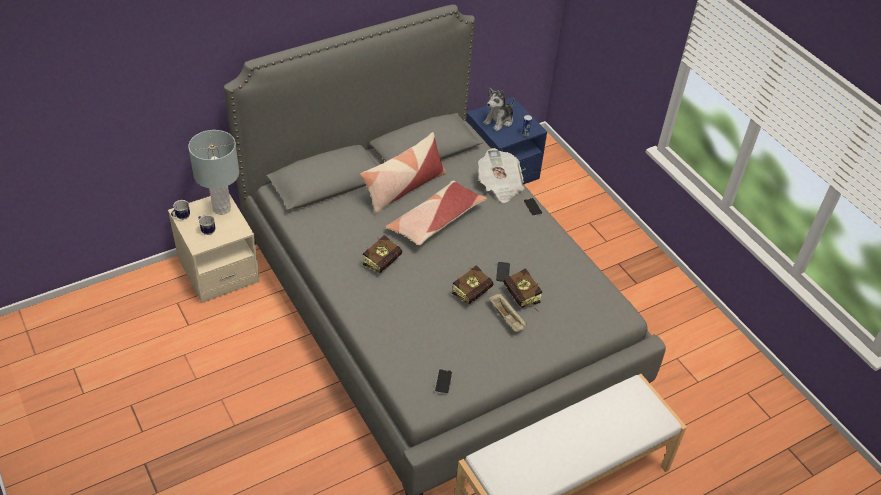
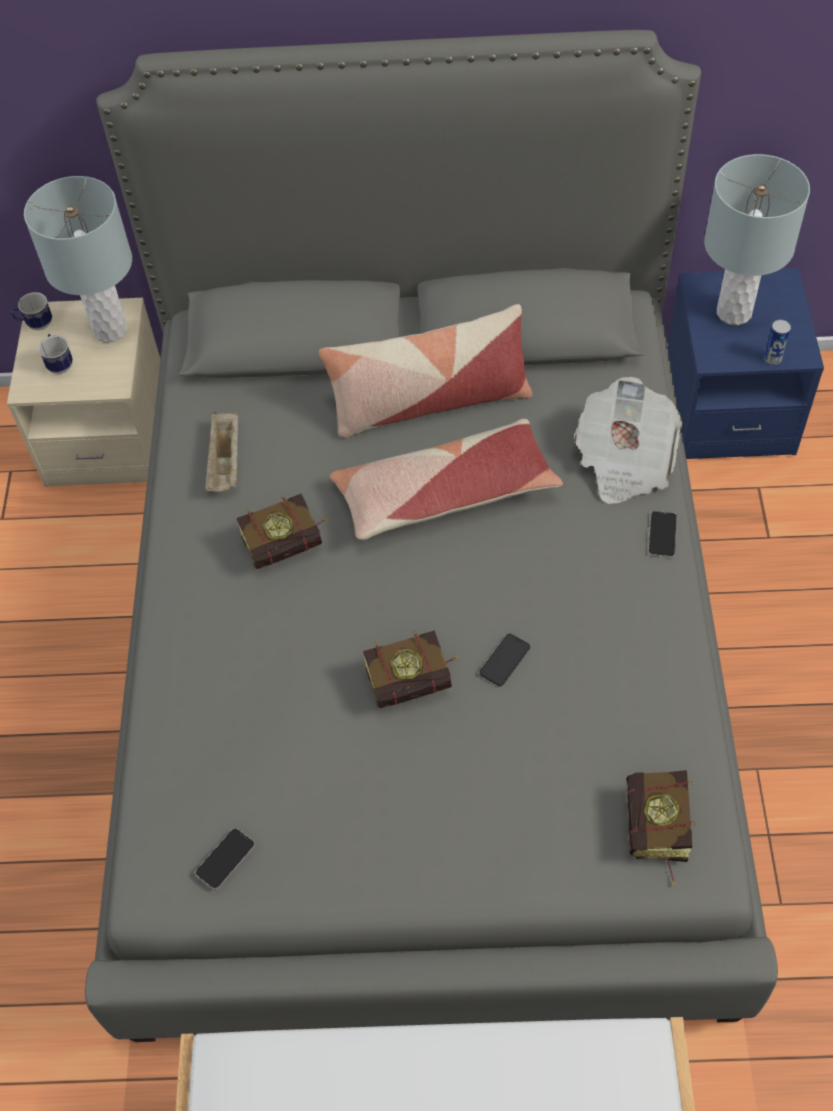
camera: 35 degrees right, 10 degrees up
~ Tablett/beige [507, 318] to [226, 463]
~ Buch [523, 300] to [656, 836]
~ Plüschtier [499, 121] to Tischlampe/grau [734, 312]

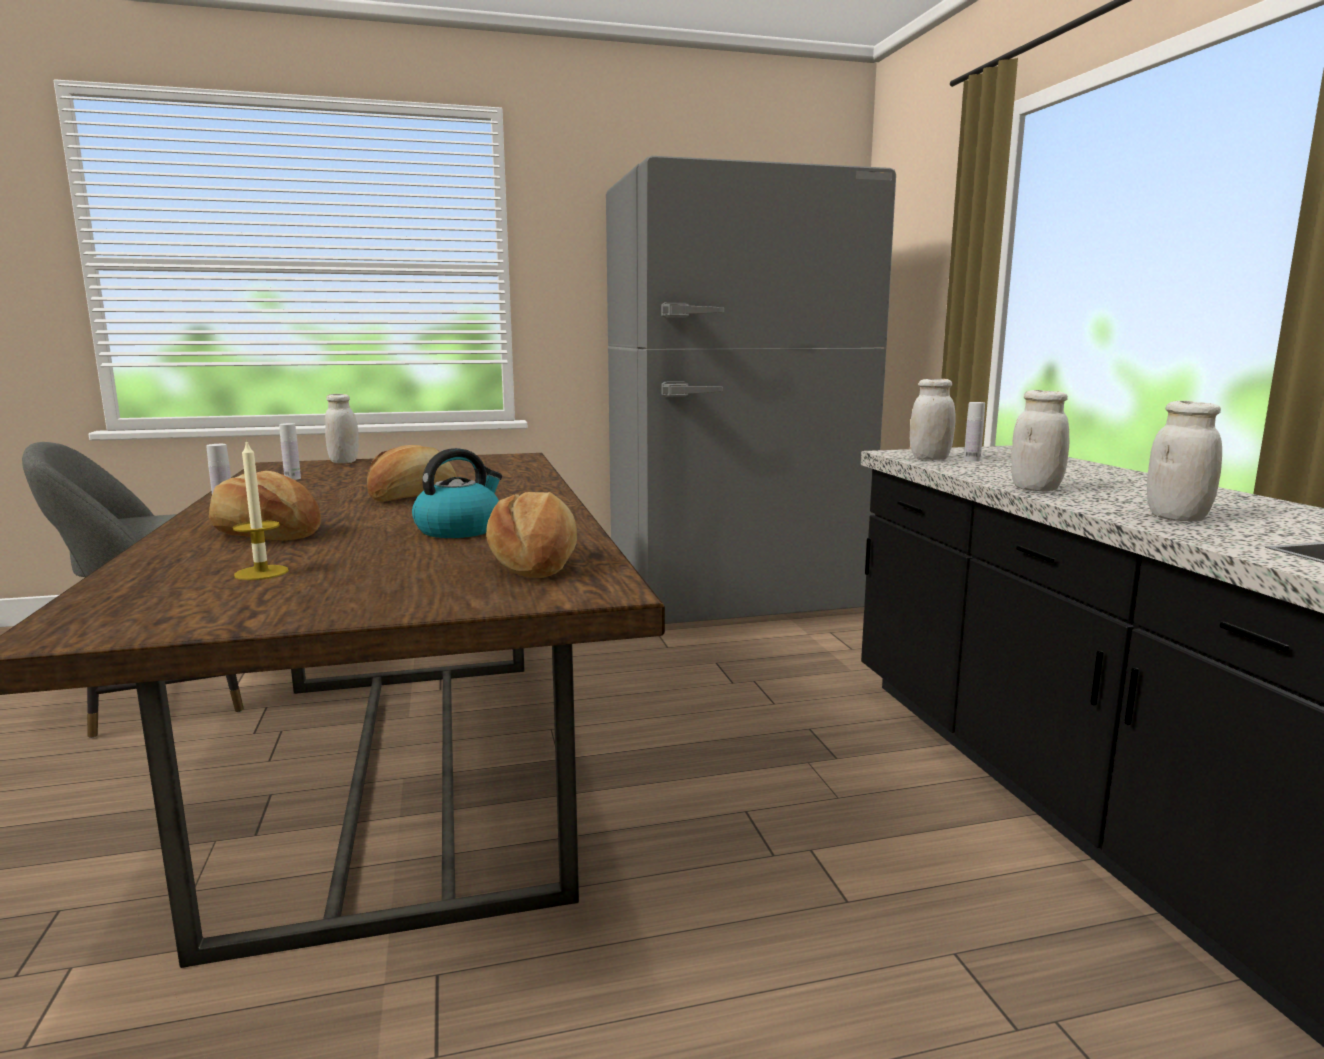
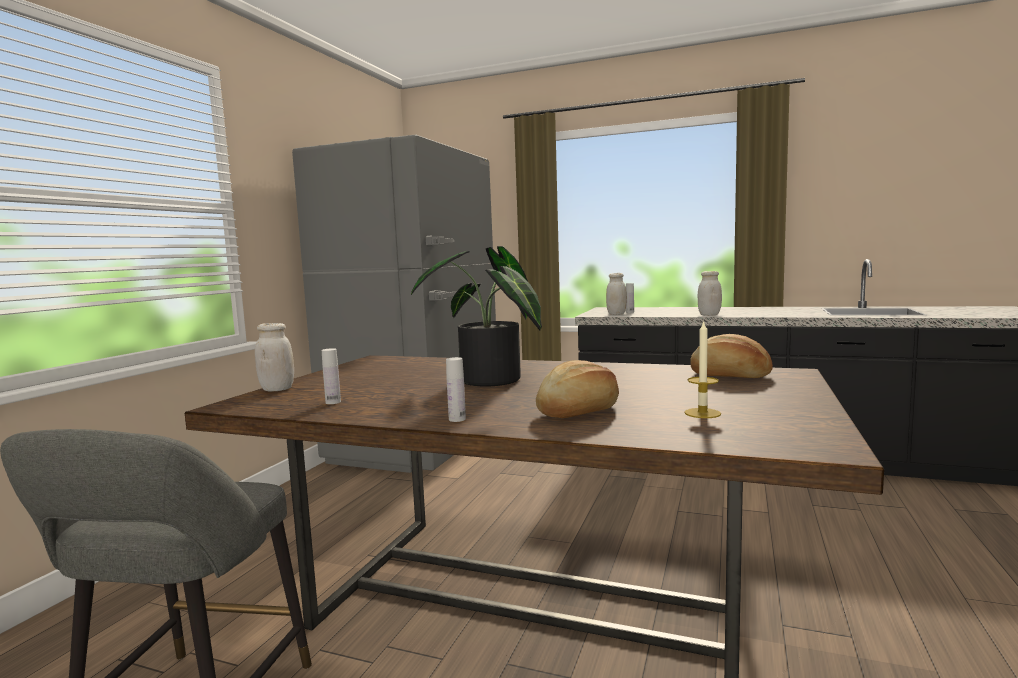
camera: 55 degrees left, 5 degrees down
- Wasserkessel [459, 530]
- Vorratsglas/weiß [1177, 517]
~ Brot [412, 496] to Topfpflanze [491, 382]

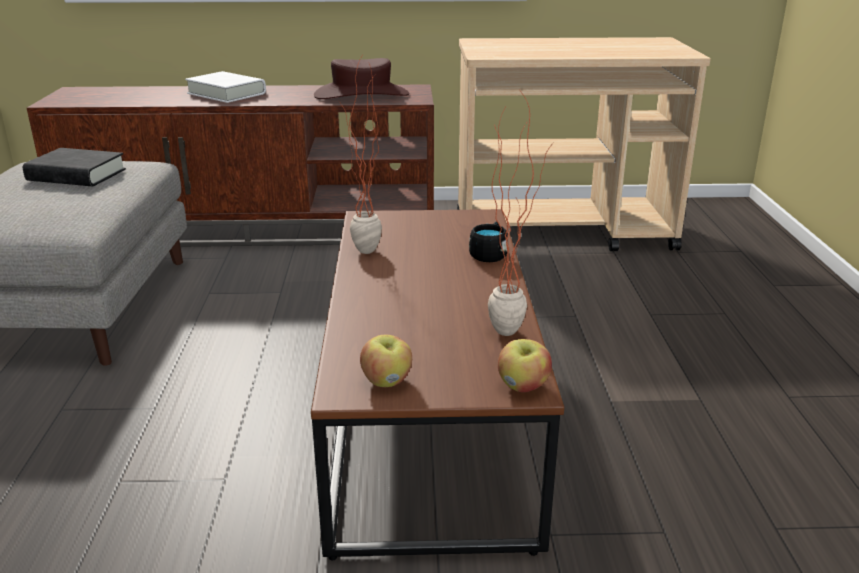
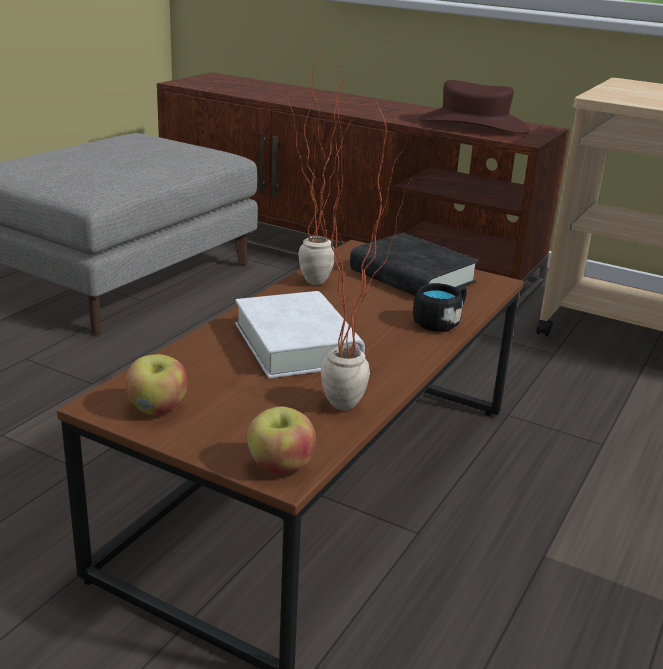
camera: 30 degrees right, 0 degrees up
~ Buch/schwarz [76, 175] to [412, 276]
~ Buch/weiß [226, 93] to [297, 344]

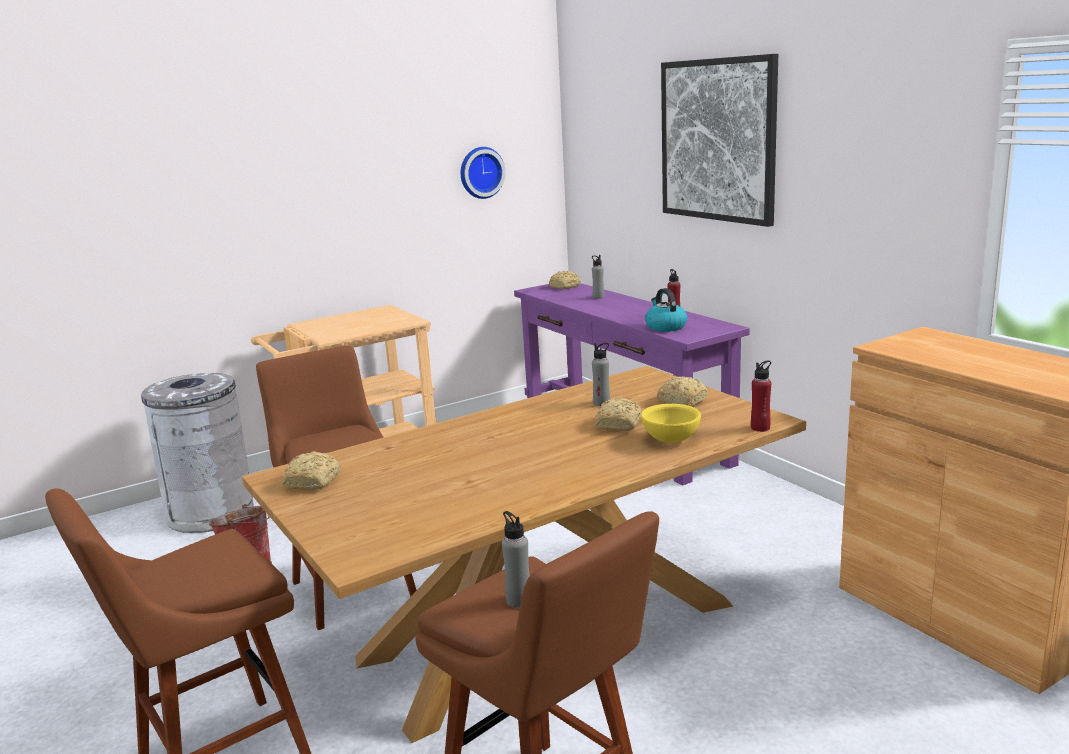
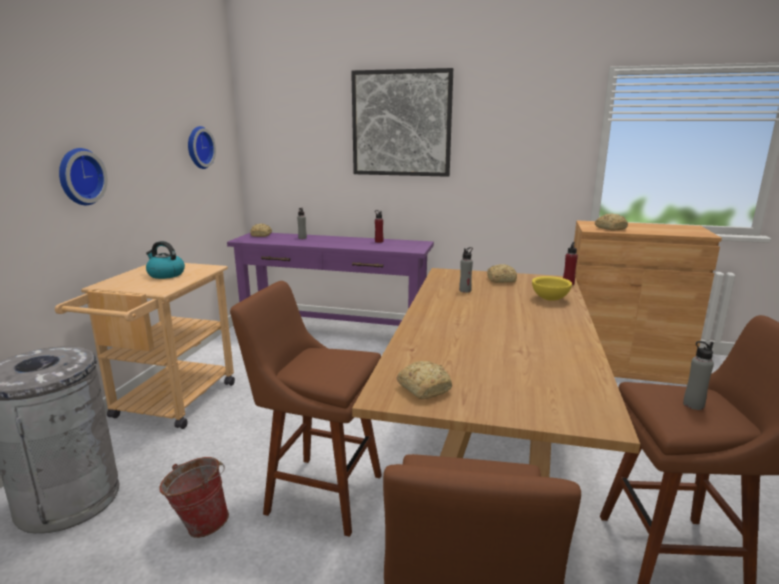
camera: 45 degrees left, 0 degrees up
+ Wanduhr [79, 176]
~ Brot [620, 424] to [610, 228]
~ Wasserkessel [665, 327] to [165, 274]

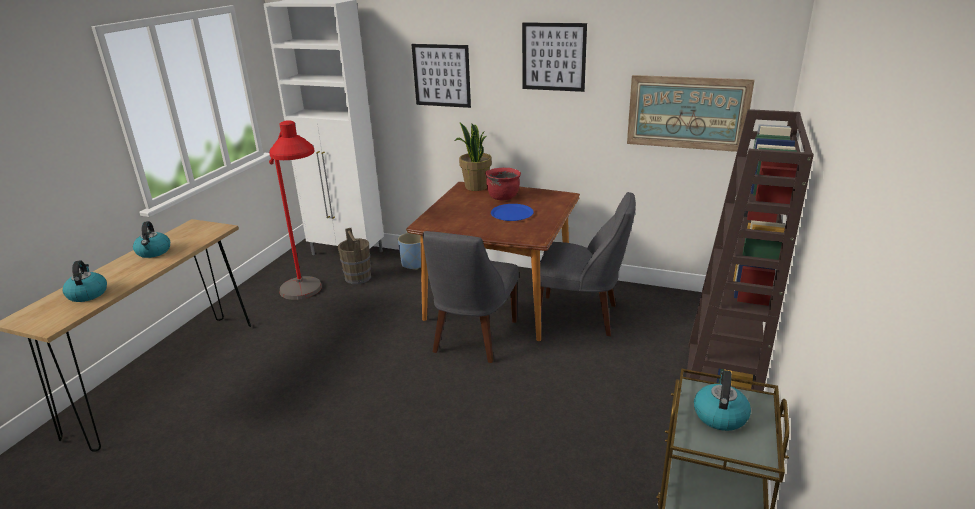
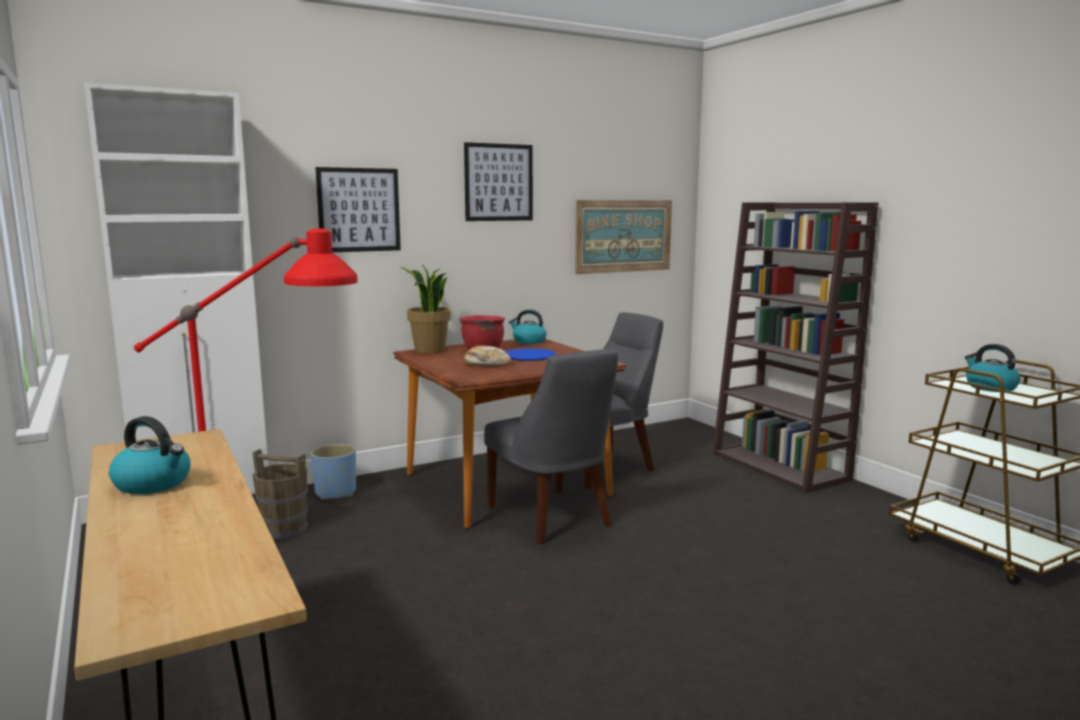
camera: 50 degrees left, 15 degrees down
+ Brot [486, 364]
~ Wasserkessel [87, 294] to [528, 341]

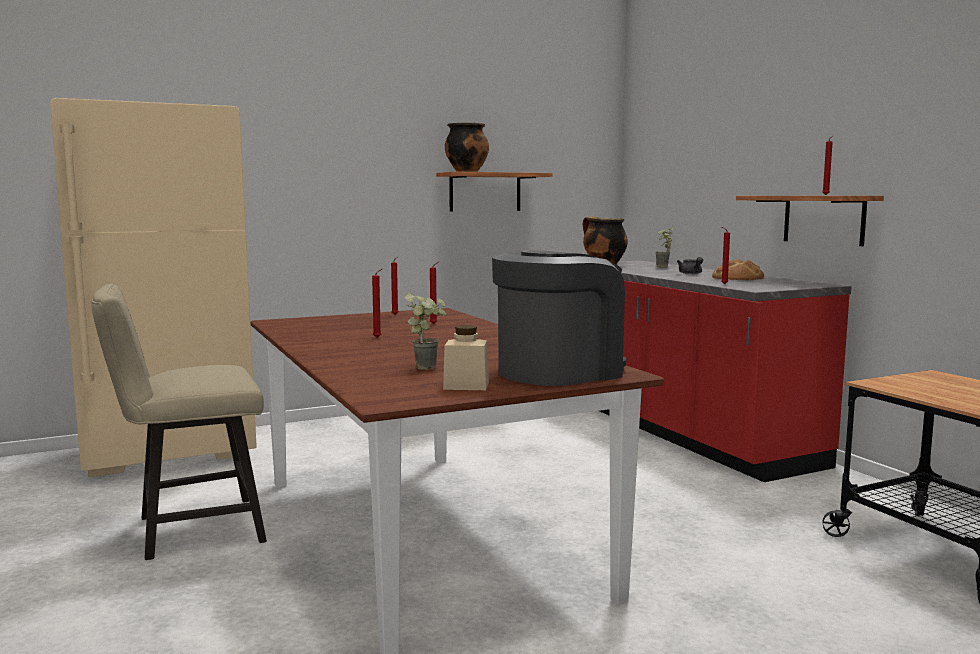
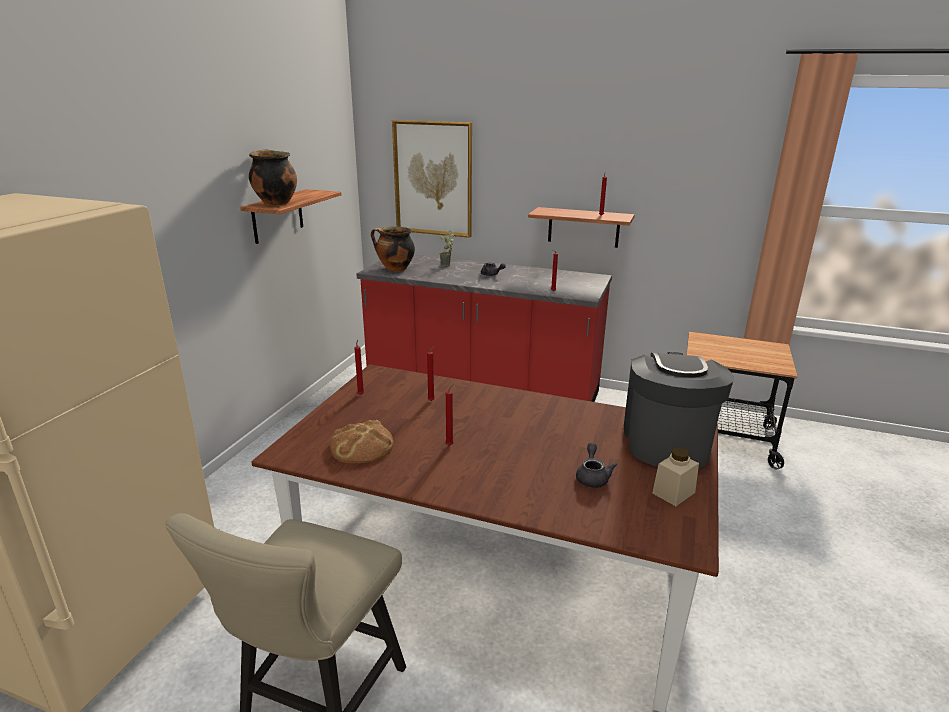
camera: 45 degrees left, 15 degrees up
+ Bild [433, 179]
~ Brot [738, 278] to [362, 446]
~ Topfpflanze [428, 367] to Teekanne/grau [592, 477]

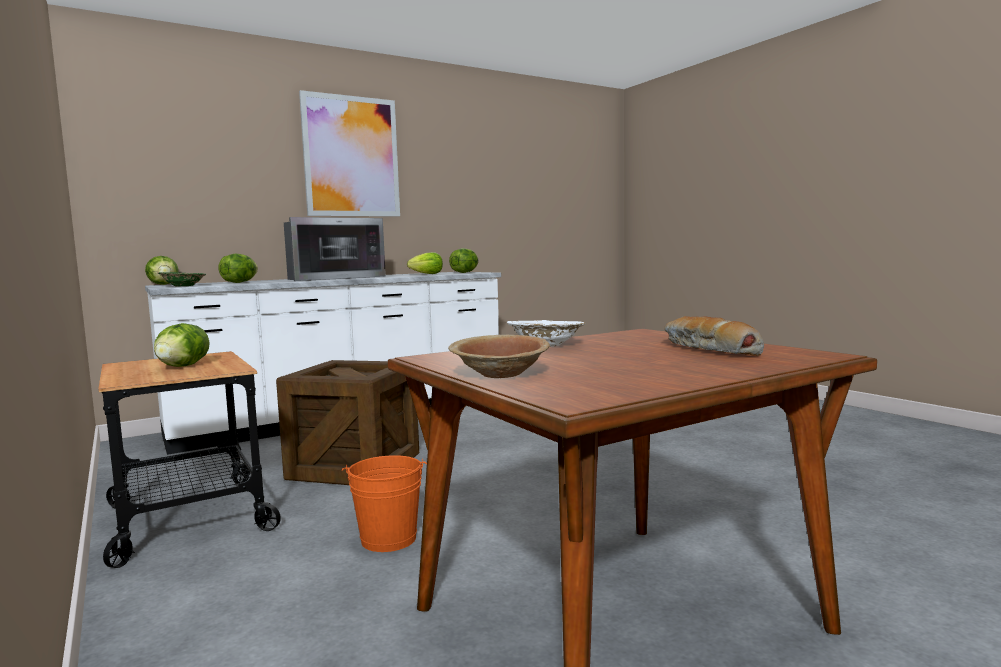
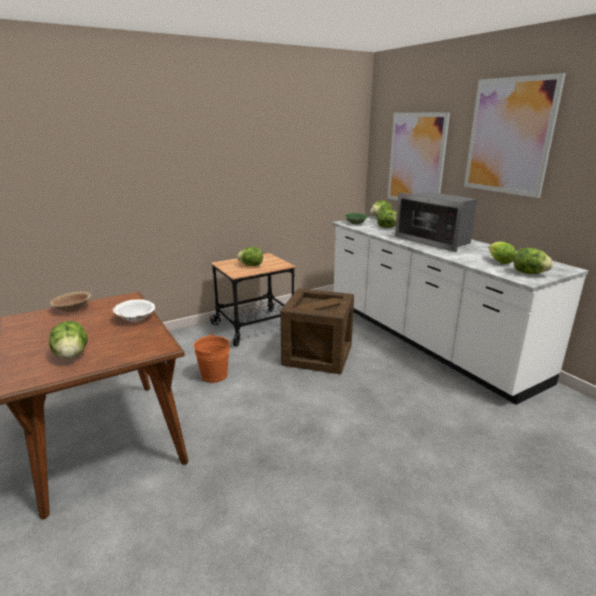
camera: 90 degrees right, 15 degrees up
+ Bild [416, 159]
~ Brot [708, 349] to Salatkopf [71, 355]

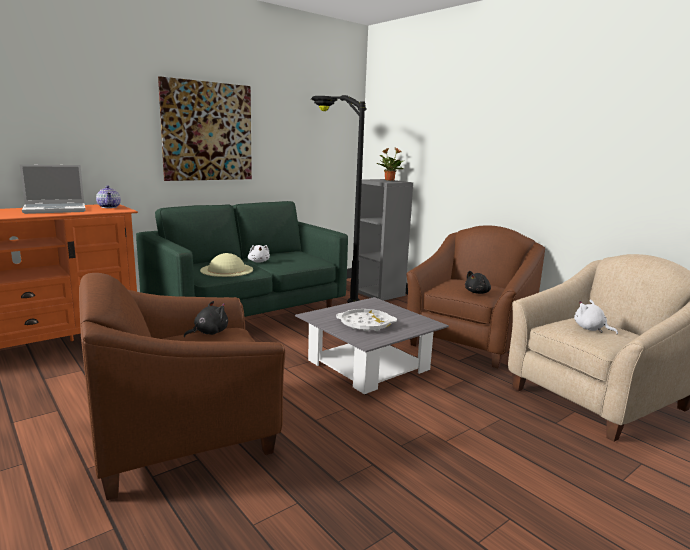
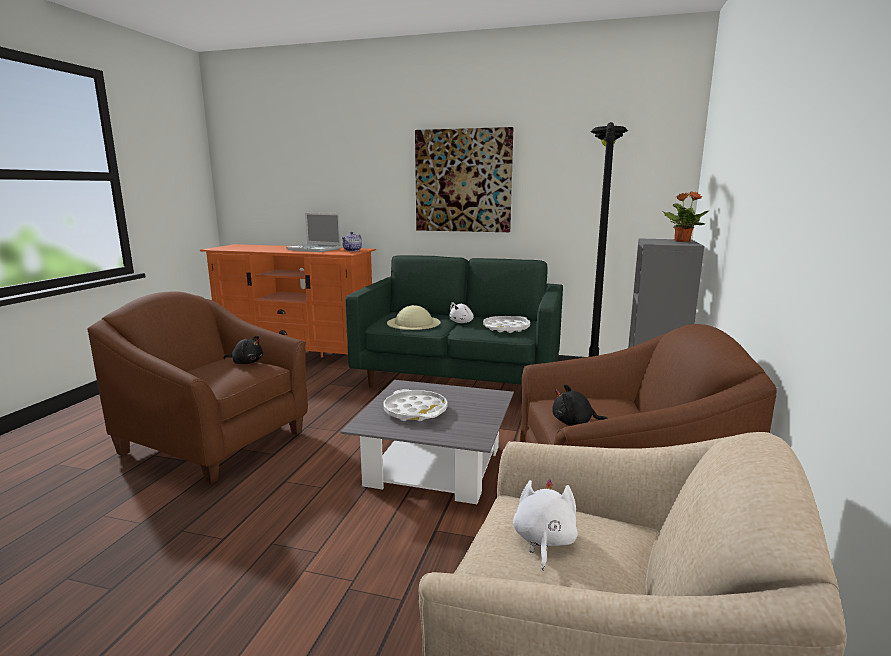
camera: 55 degrees right, 0 degrees up
+ Tablett/weiß [506, 328]

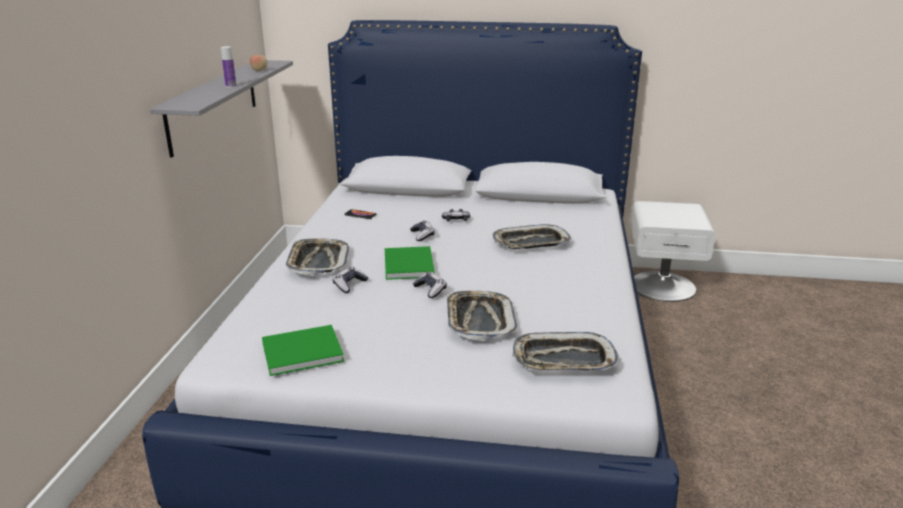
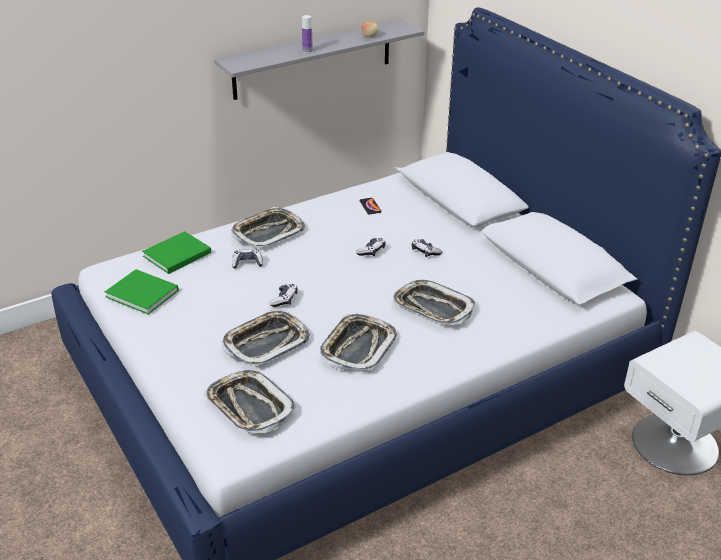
camera: 50 degrees right, 10 degrees up
+ Tablett [358, 347]
~ Buch/grün [409, 266] to [175, 255]

